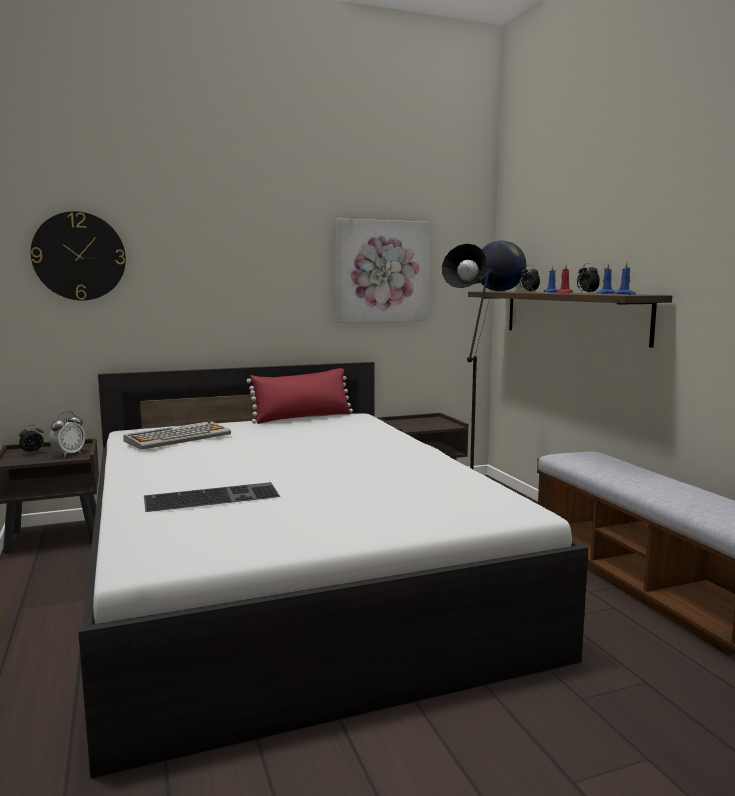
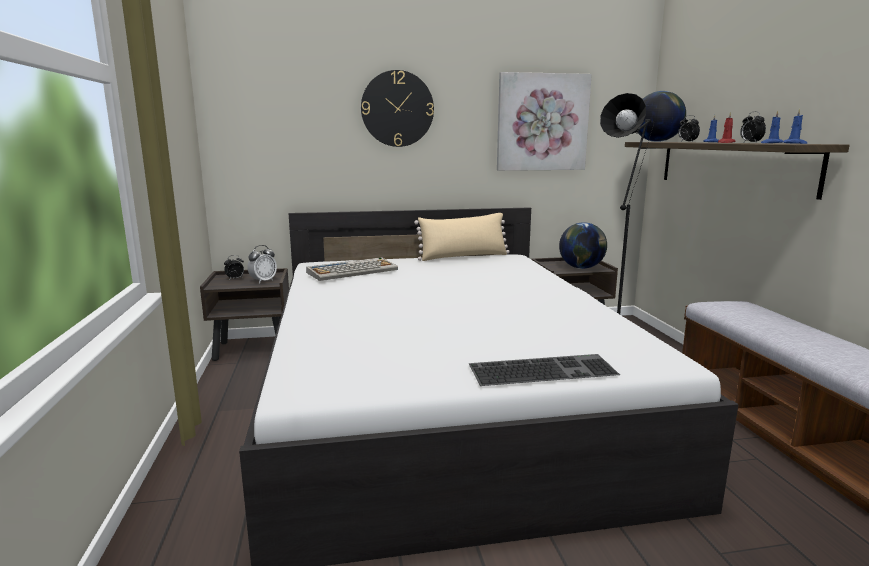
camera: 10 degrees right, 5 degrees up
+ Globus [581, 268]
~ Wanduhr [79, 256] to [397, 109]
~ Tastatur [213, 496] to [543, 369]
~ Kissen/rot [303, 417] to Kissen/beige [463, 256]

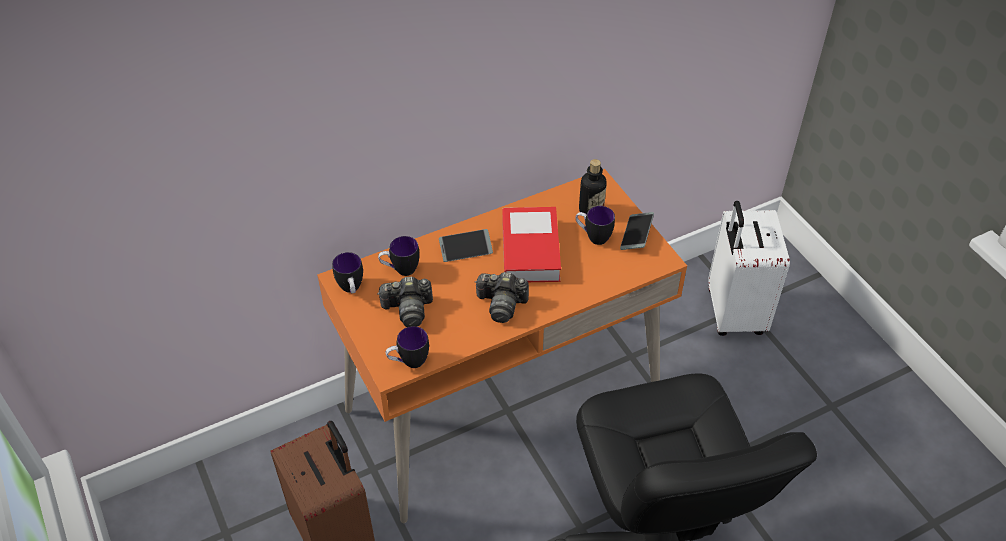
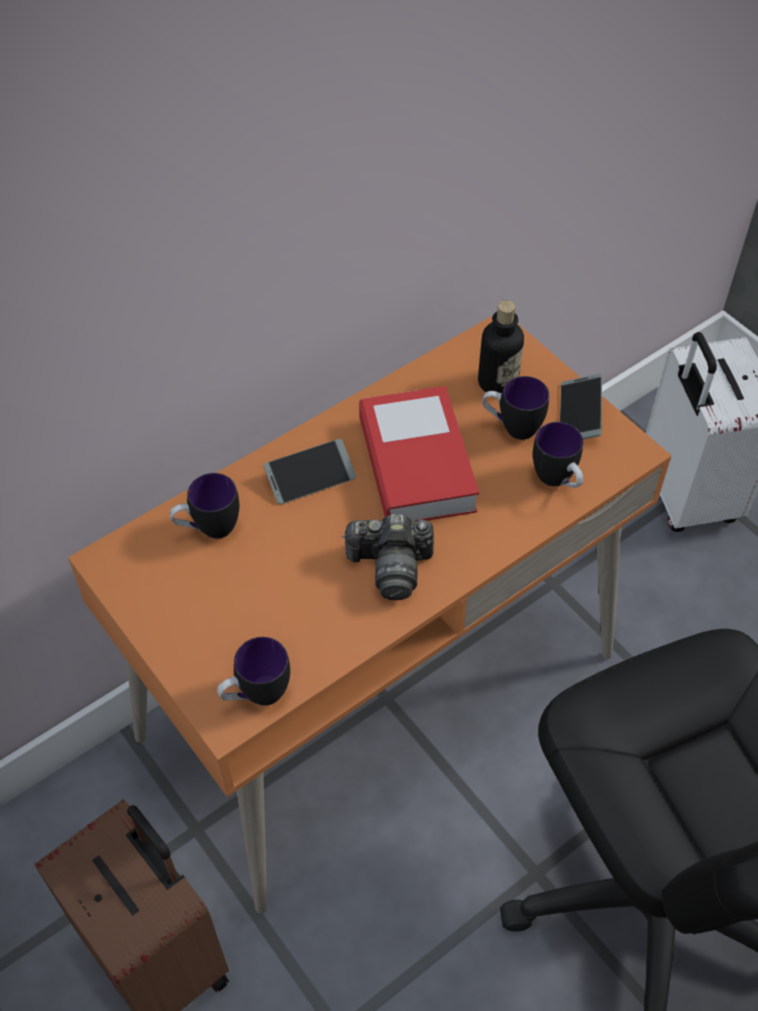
camera: 10 degrees left, 5 degrees up
- Kamera [408, 309]
~ Henkelbecher [351, 290] to [557, 482]

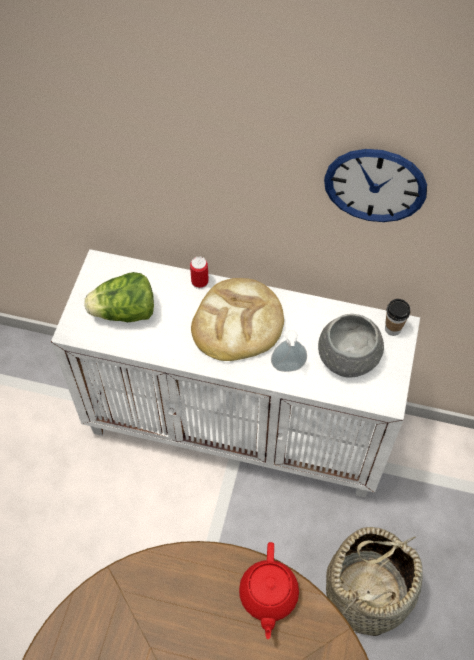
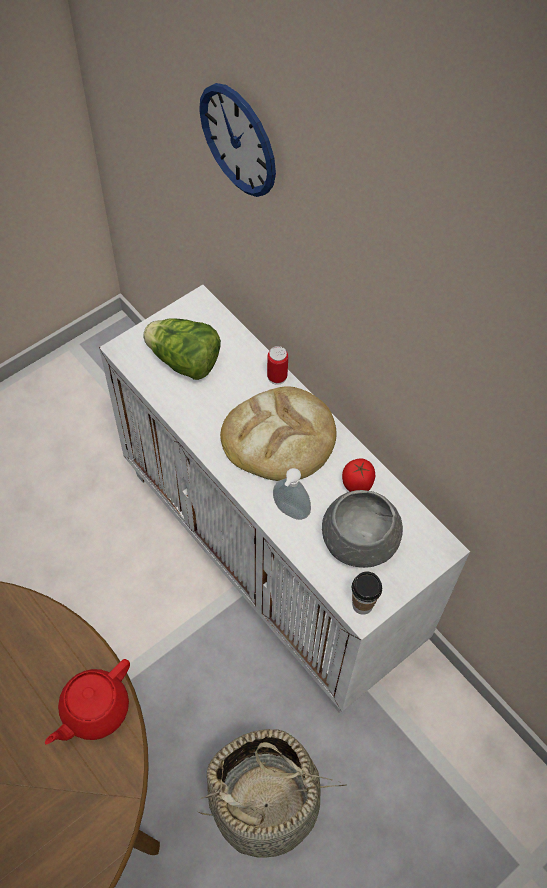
camera: 35 degrees right, 0 degrees up
+ Tomate [357, 484]
~ Wanduhr [375, 185] to [238, 140]
~ Tasse [392, 329] to [362, 604]

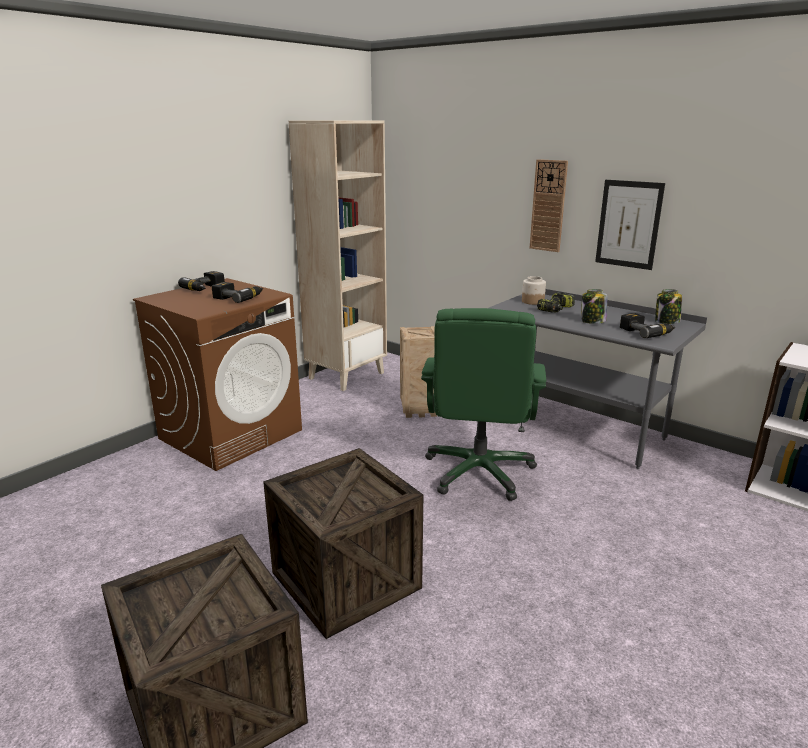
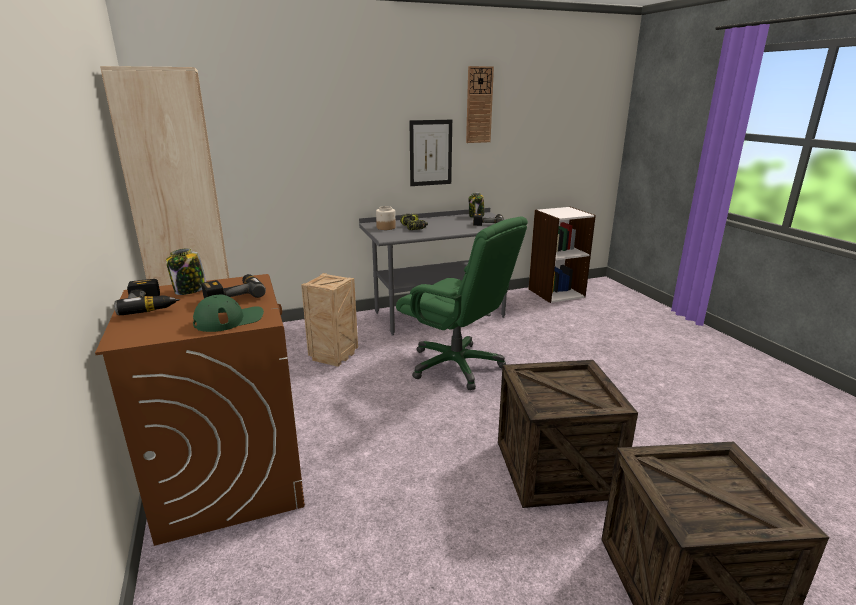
camera: 60 degrees left, 0 degrees up
+ Kappe/grün [229, 319]
~ Wanduhr [548, 206] to [479, 105]
~ Vorratsglas [592, 321] to [190, 290]

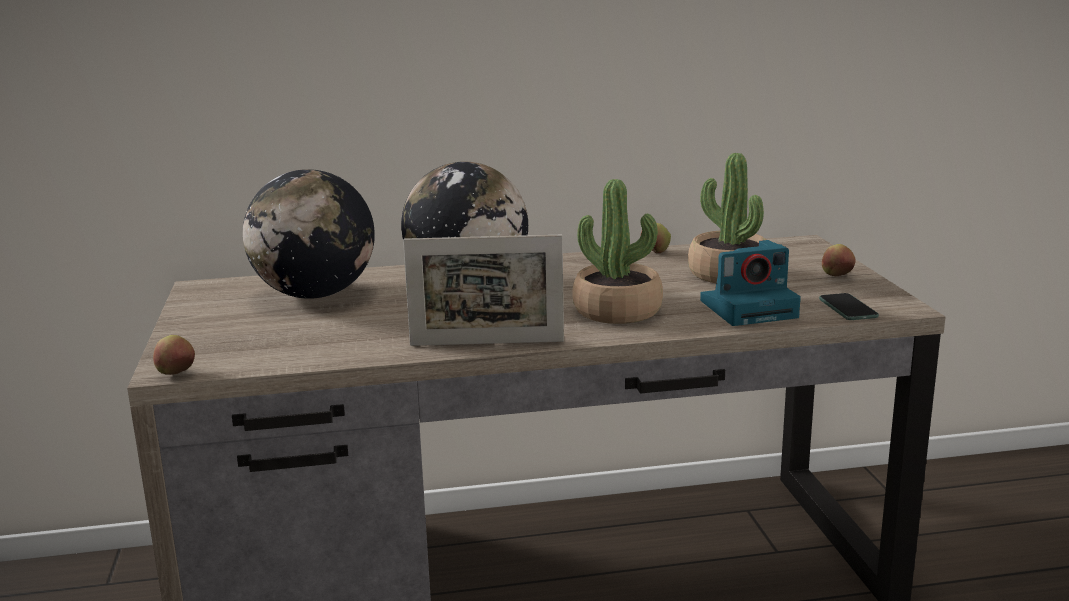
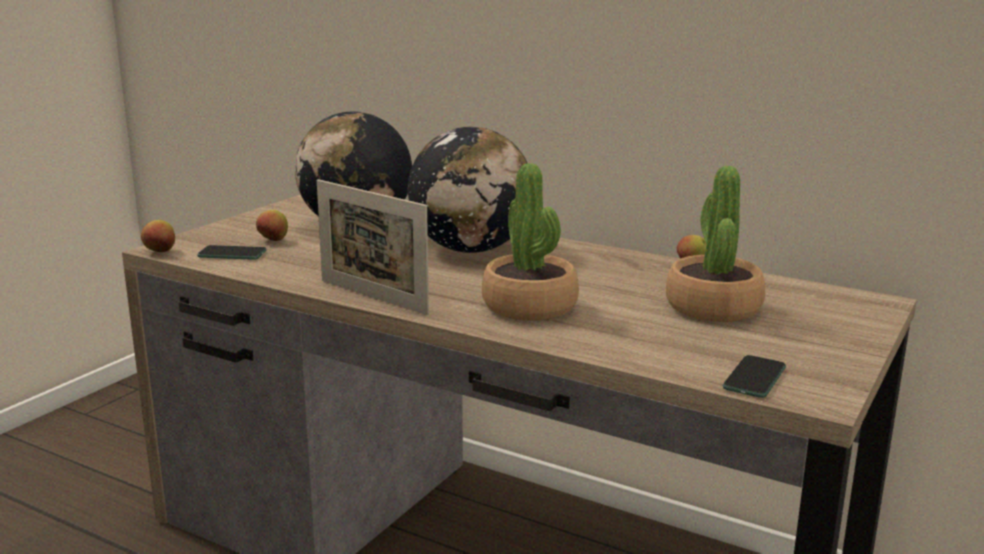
camera: 40 degrees right, 0 degrees up
- Kamera [750, 308]
+ Handy [232, 254]
~ Apfel [837, 276] to [273, 241]

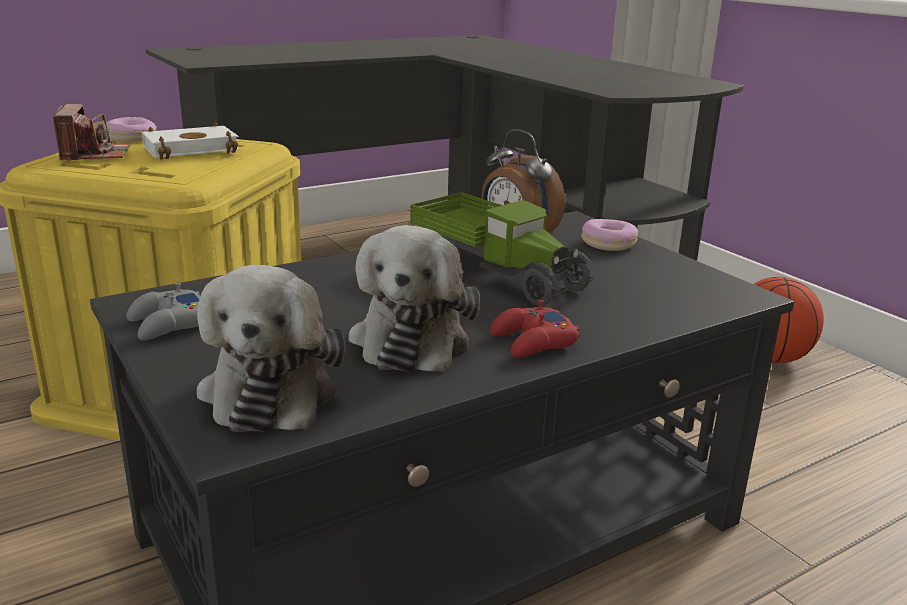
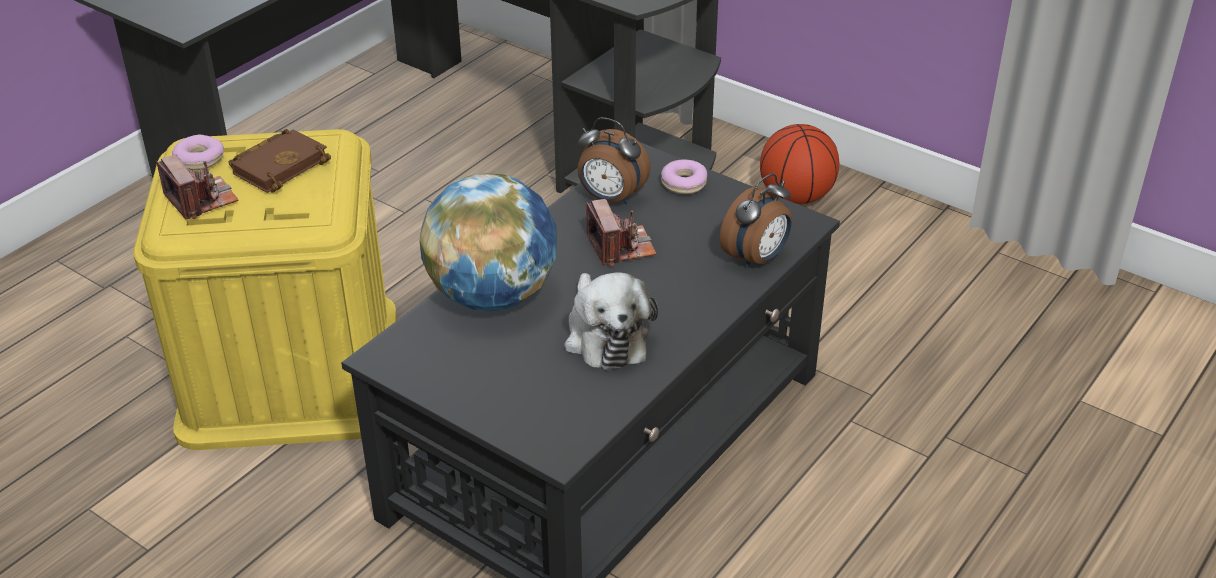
camera: 20 degrees left, 15 degrees up
- Gamepad/grau [169, 324]
- Plüschtier [271, 389]
- Gamepad/rot [533, 342]
+ Globus [493, 295]
+ Wecker [757, 259]
~ Spielzeuglaster [497, 273] to Kamera [621, 247]
~ Buch/weiß [192, 149] to Buch/braun [280, 165]

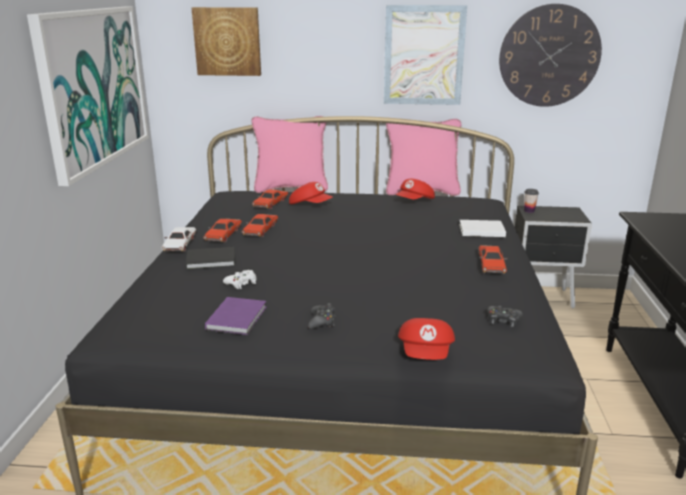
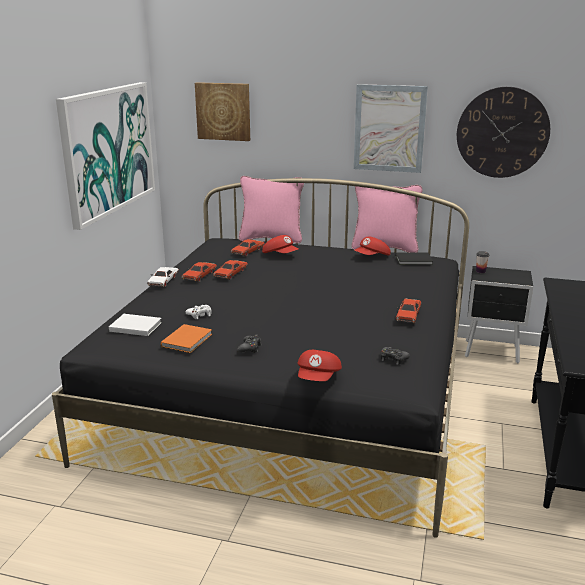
camera: 10 degrees right, 0 degrees up
~ Buch/schwarz [212, 260] to [414, 260]
~ Buch/weiß [480, 230] to [135, 326]
~ Buch/lila [238, 317] to Buch/orange [188, 340]

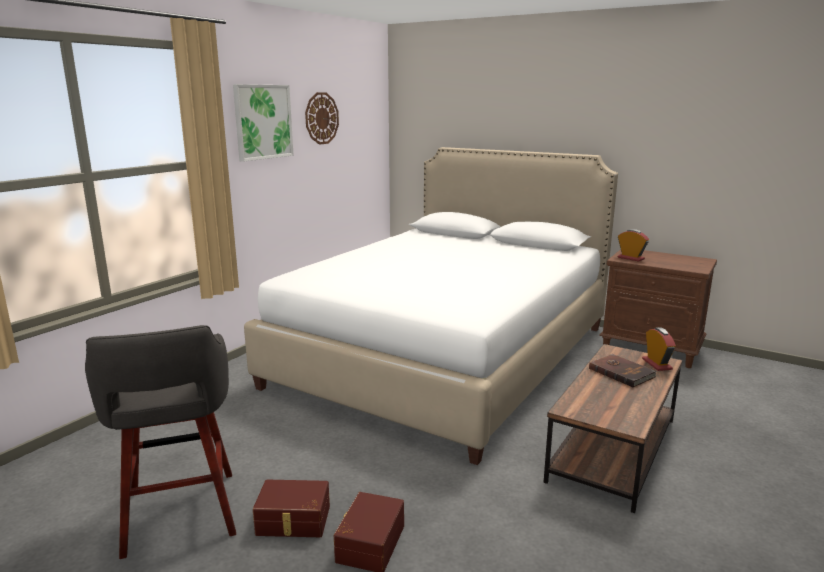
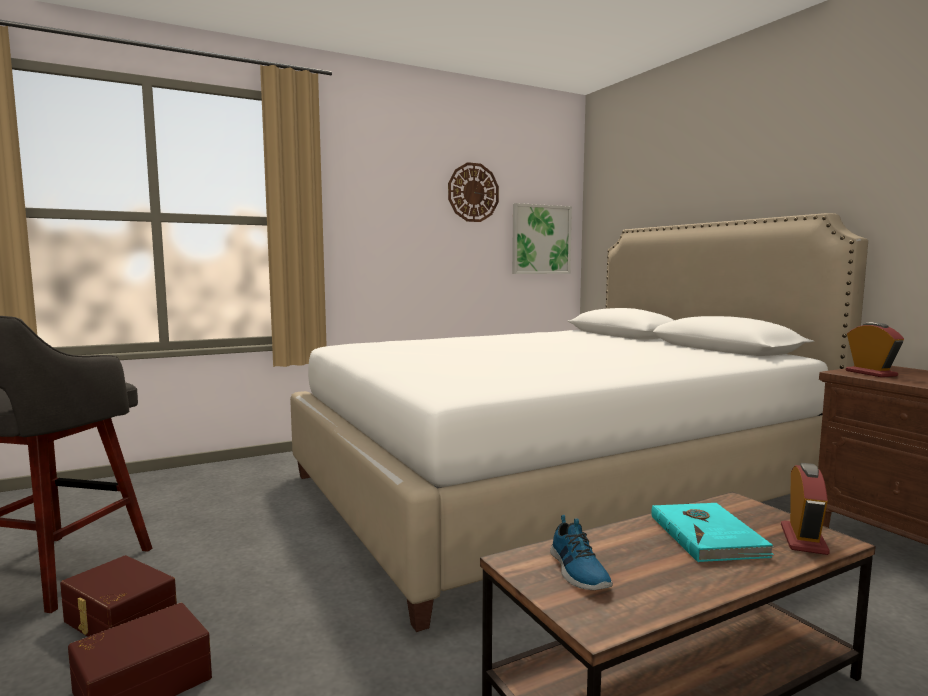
camera: 30 degrees right, 10 degrees down
+ Schuh [577, 571]
~ Bild [263, 122] to [541, 239]
~ Buch/braun [621, 372] to Buch/türkis [708, 535]

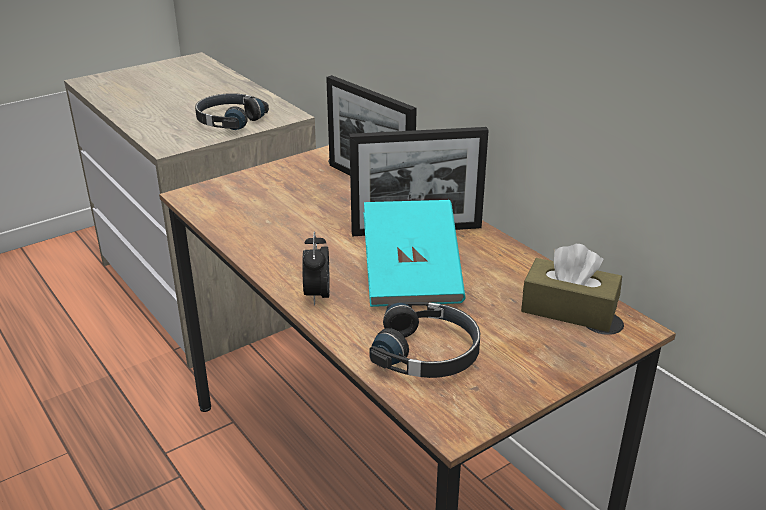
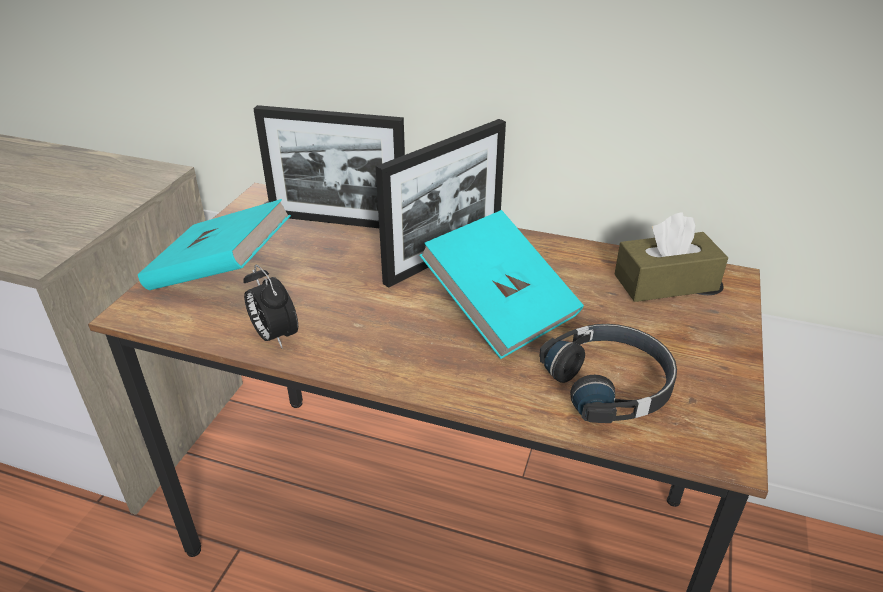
camera: 35 degrees left, 5 degrees up
- Kopfhörer/schwarz [229, 120]
+ Buch/türkis [221, 274]
~ Wecker [317, 295] to [274, 336]

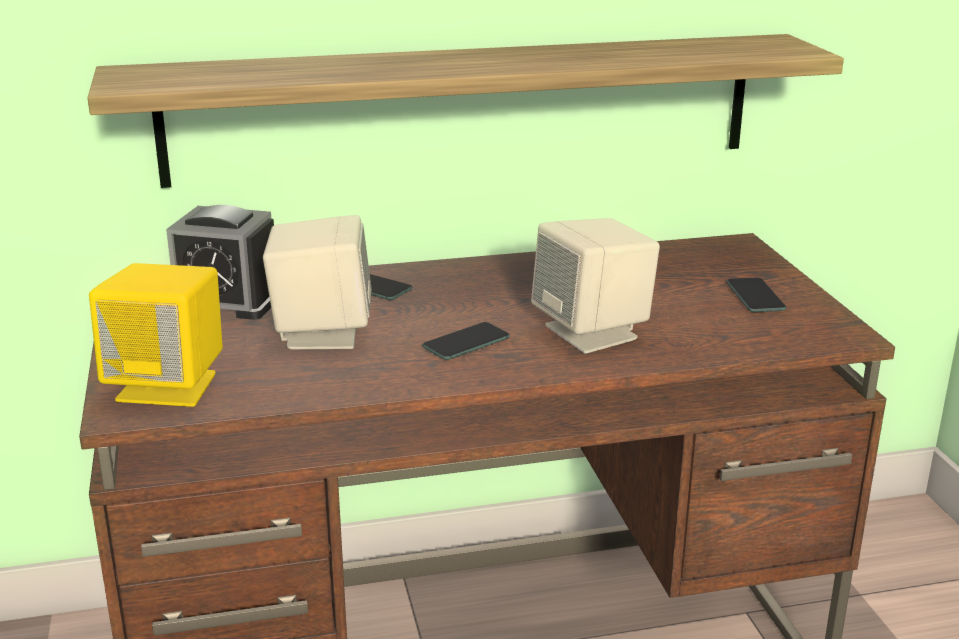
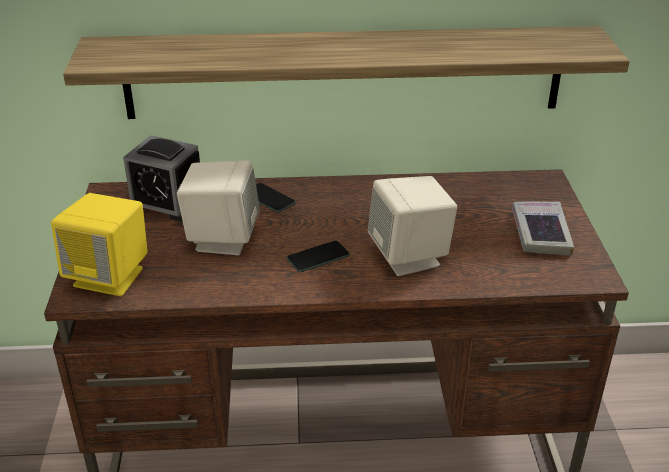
camera: 10 degrees right, 10 degrees up
~ Handy [755, 296] to Buch [540, 233]

